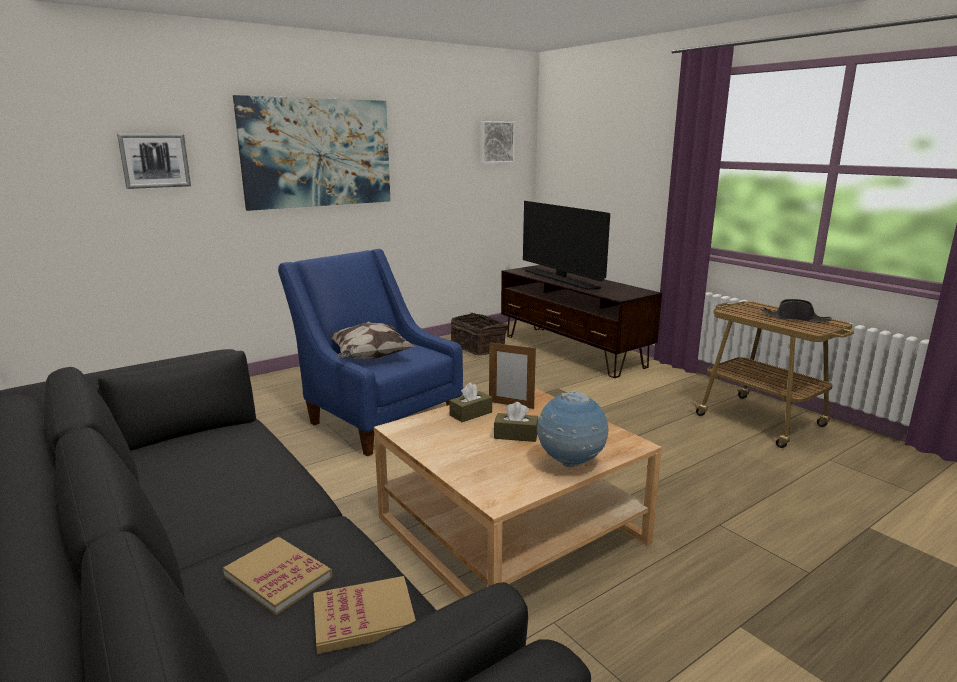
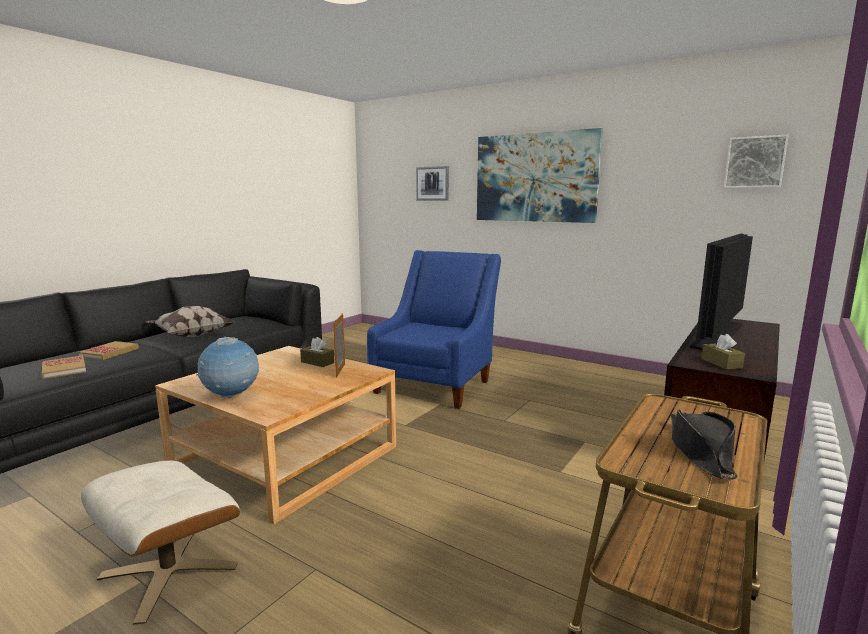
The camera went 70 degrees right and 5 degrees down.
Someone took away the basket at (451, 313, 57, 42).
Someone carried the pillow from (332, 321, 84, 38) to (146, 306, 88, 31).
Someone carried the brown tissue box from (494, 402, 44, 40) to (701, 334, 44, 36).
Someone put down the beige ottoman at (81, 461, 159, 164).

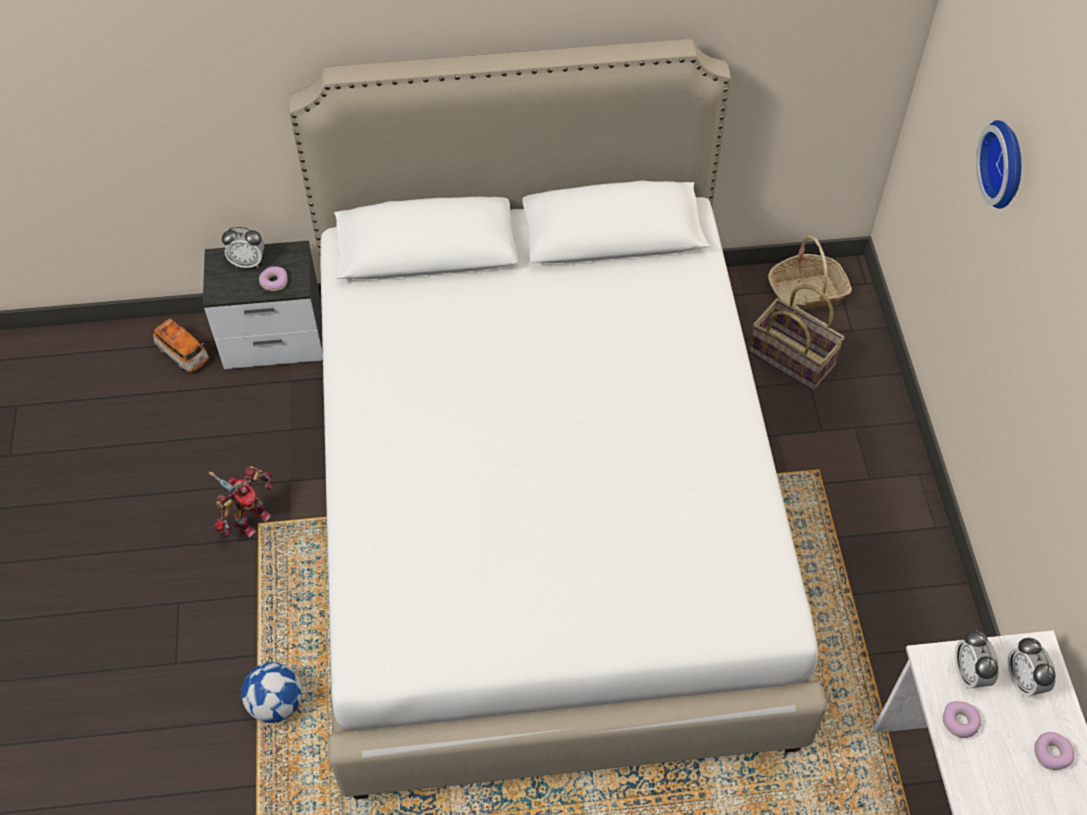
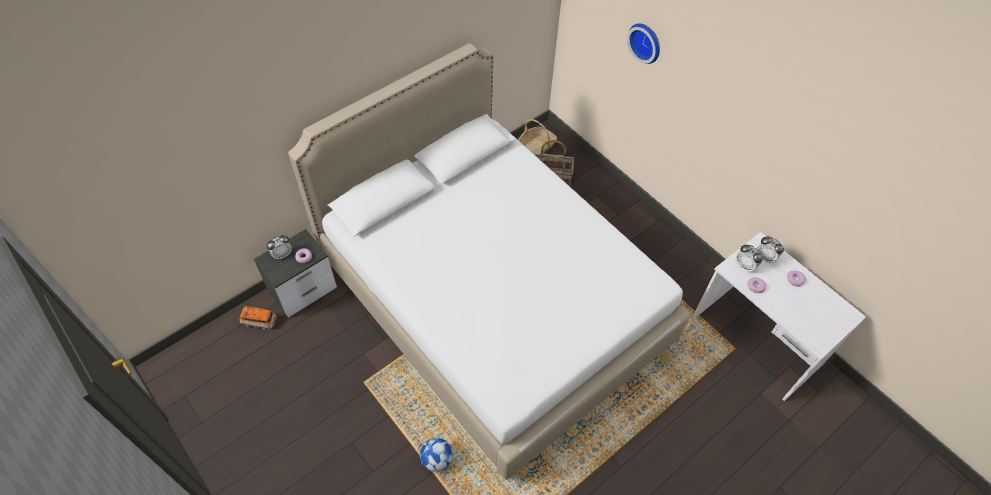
The camera went 35 degrees left and 0 degrees up.
Someone took away the toy robot at (208, 466, 65, 73).

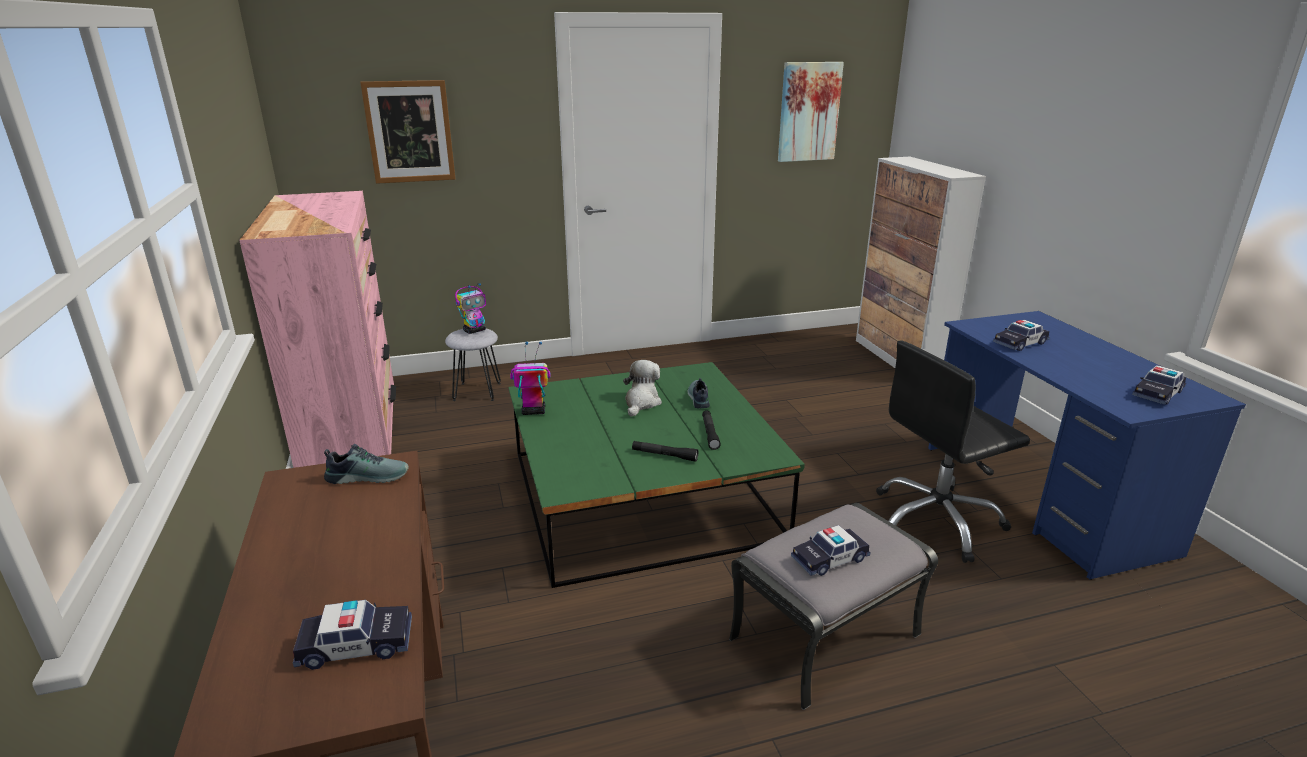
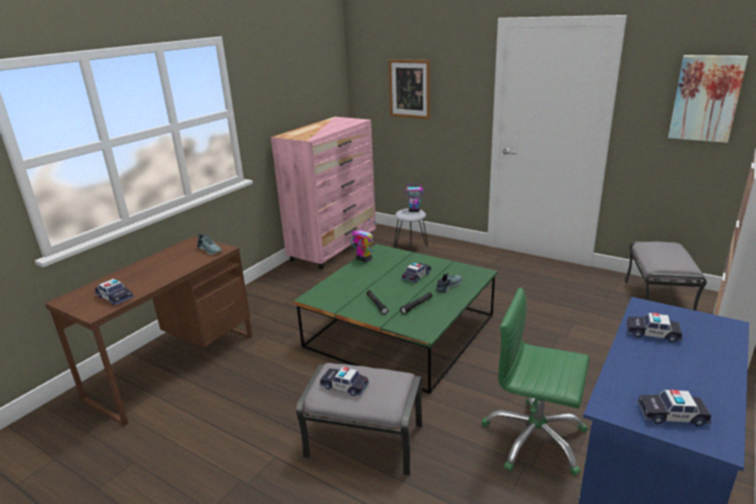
The camera went 50 degrees right and 0 degrees up.
Someone repainted the black office chair at (876, 341, 154, 222), which became the green office chair at (481, 287, 108, 189).
Someone swapped the plush toy at (623, 360, 39, 57) for the toy car at (401, 263, 31, 20).
Someone put down the grey ottoman at (625, 241, 82, 70).

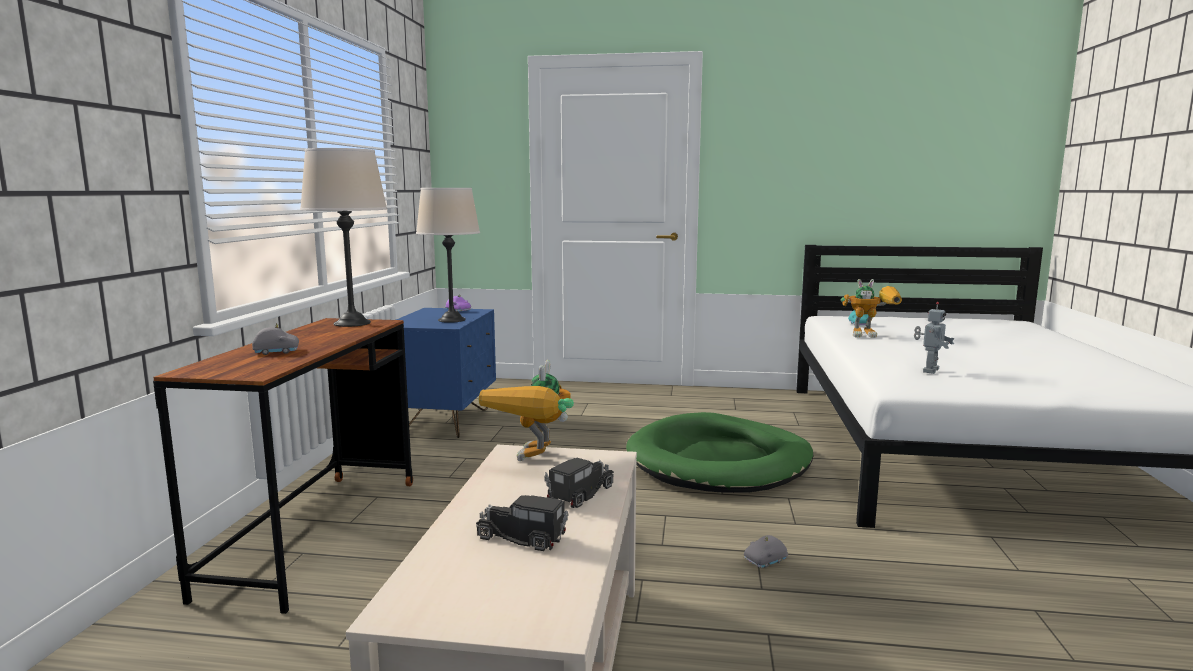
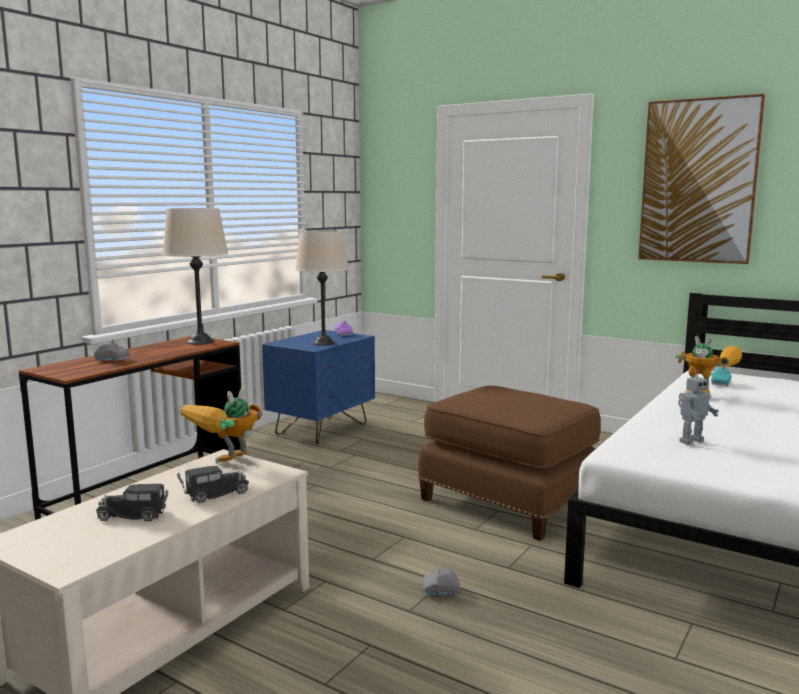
The camera went 25 degrees right and 0 degrees up.
Someone swapped the green dog bed at (626, 412, 187, 81) for the brown ottoman at (418, 386, 183, 155).
Someone rotated the toy truck at (476, 495, 93, 56) by 45 degrees counterclockwise.
Someone put up the picture at (638, 94, 127, 170).

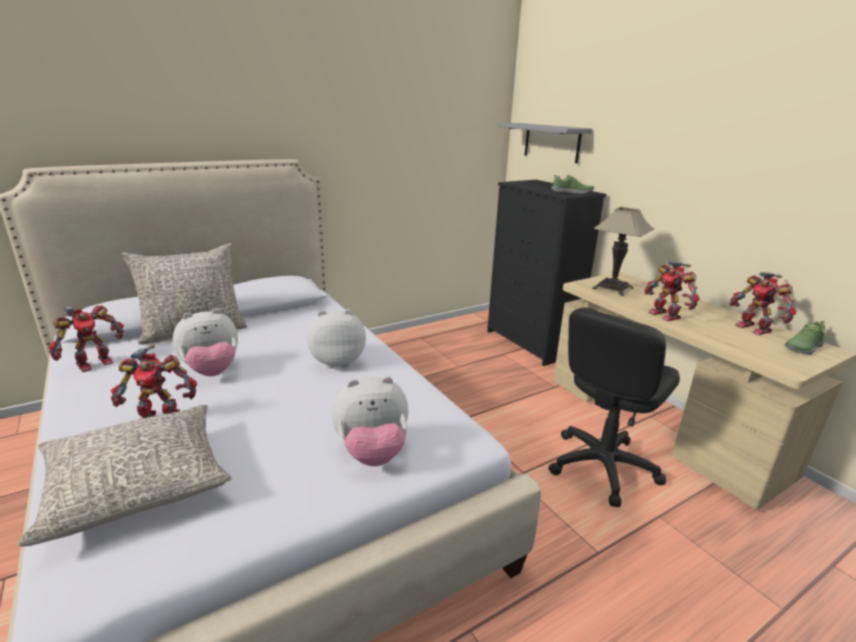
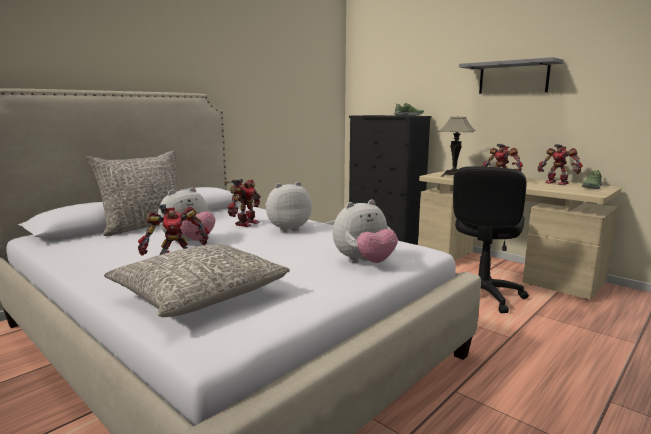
The camera went 15 degrees left and 10 degrees down.
Someone carried the grey shelf from (497, 123, 95, 40) to (459, 57, 105, 37).
Someone carried the toy robot from (48, 305, 76, 67) to (224, 179, 37, 48).

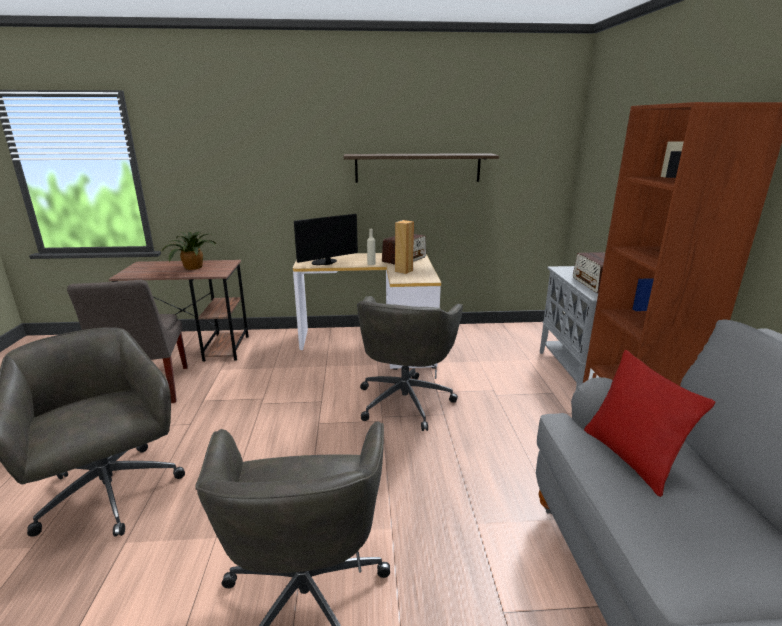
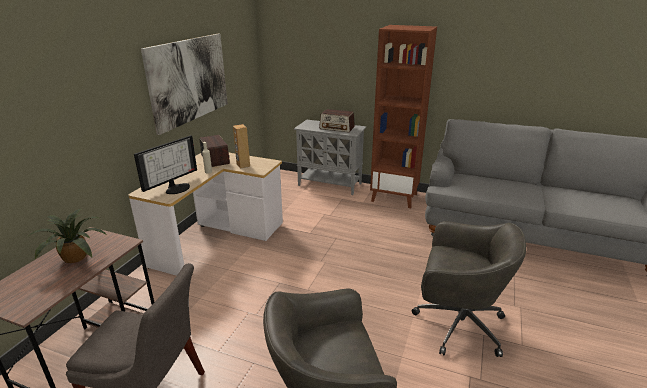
The camera went 65 degrees left and 5 degrees up.
Someone swapped the shelf at (344, 153, 155, 30) for the picture at (141, 34, 87, 101).
Someone rotated the monitor at (294, 214, 64, 51) by 135 degrees counterclockwise.
Someone took away the grey office chair at (357, 296, 106, 135).
Someone took away the red pillow at (584, 350, 131, 147).

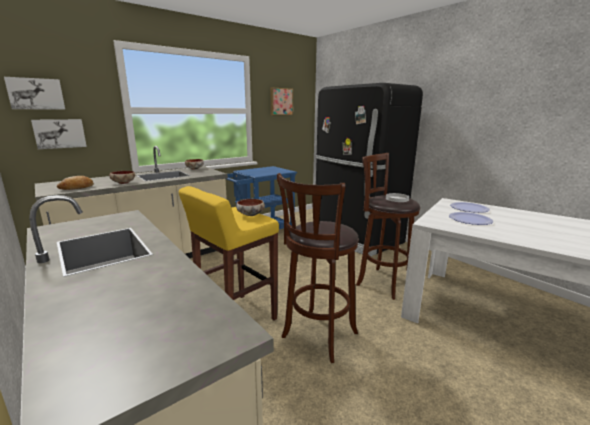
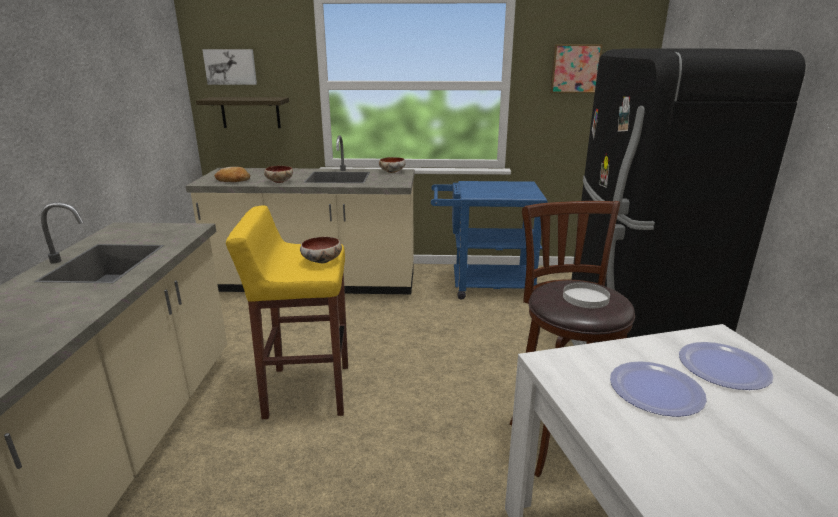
The camera went 40 degrees right and 5 degrees up.
Someone swapped the picture at (31, 119, 56, 30) for the shelf at (196, 97, 93, 31).
Someone took away the brown stool at (277, 173, 82, 190).

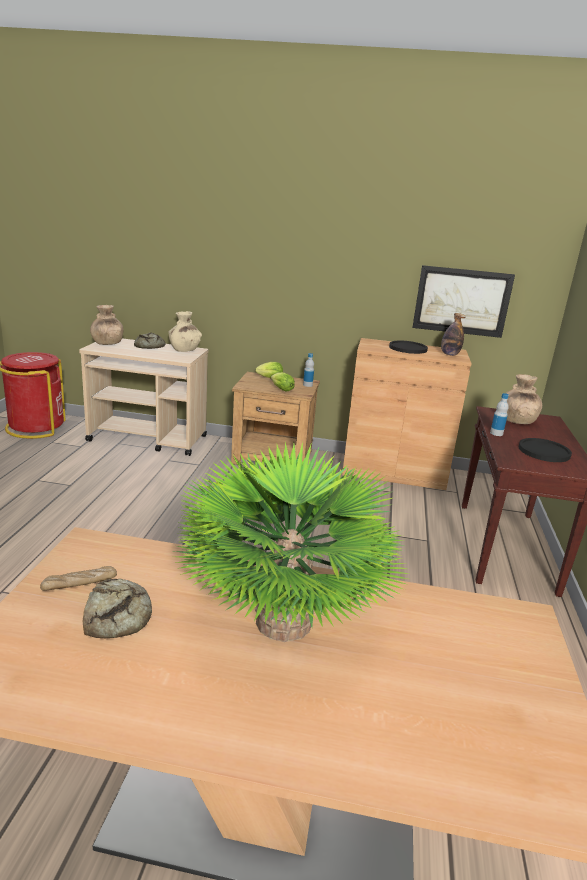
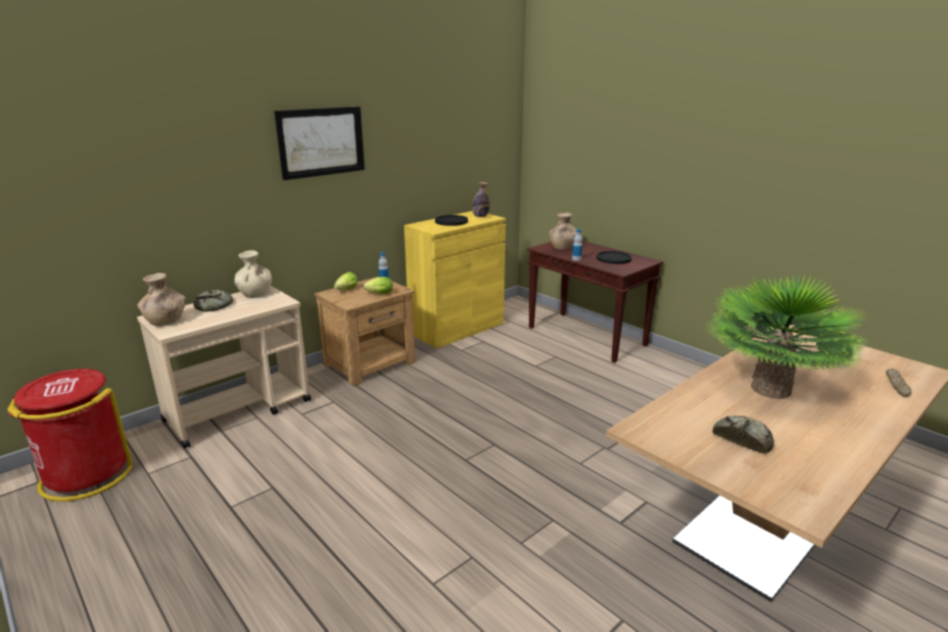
The camera went 50 degrees left and 0 degrees up.
Someone carried the picture from (412, 265, 103, 73) to (274, 106, 91, 74).
Someone repainted the brown cabinet at (342, 338, 130, 152), which became the yellow cabinet at (404, 211, 102, 137).
Someone carried the bread from (40, 566, 77, 25) to (886, 368, 26, 29).

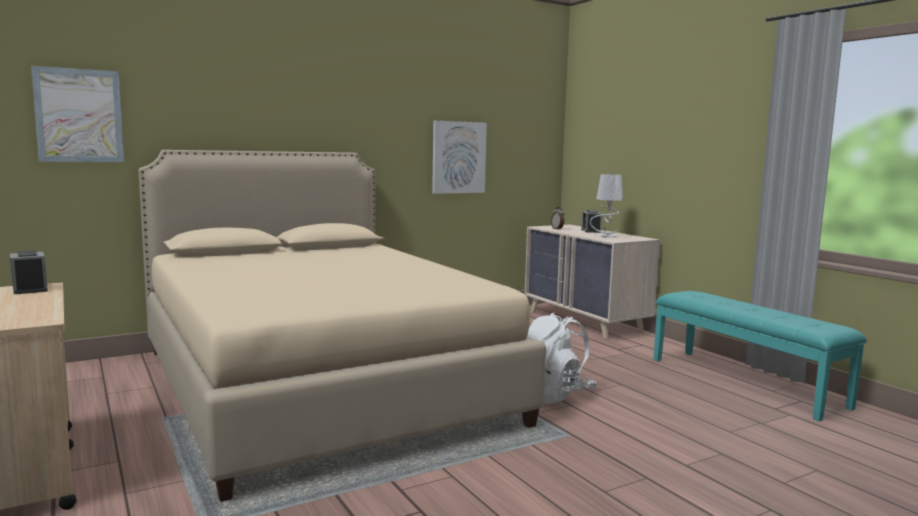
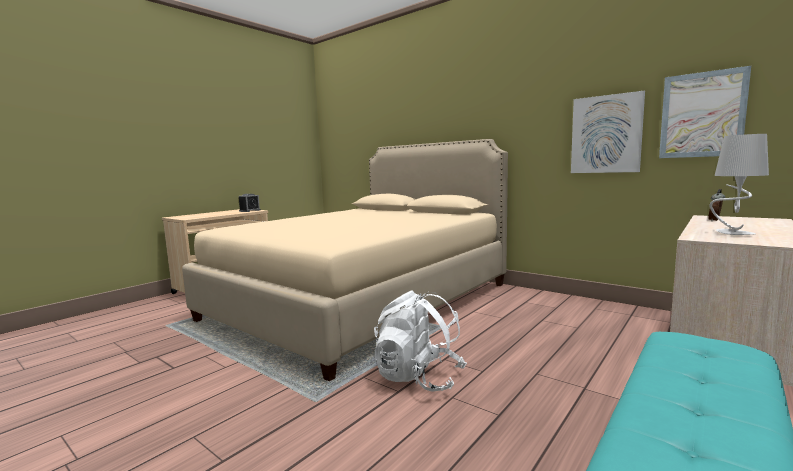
The camera went 70 degrees right and 0 degrees up.
Someone carried the picture from (31, 66, 93, 96) to (659, 66, 92, 92).
Someone took away the alarm clock at (581, 210, 21, 23).

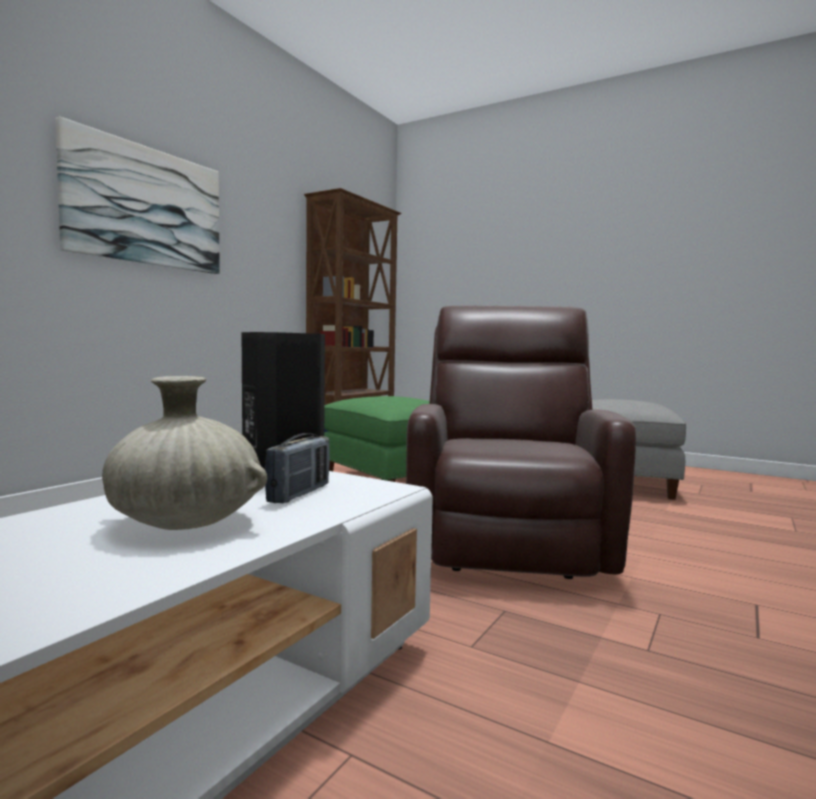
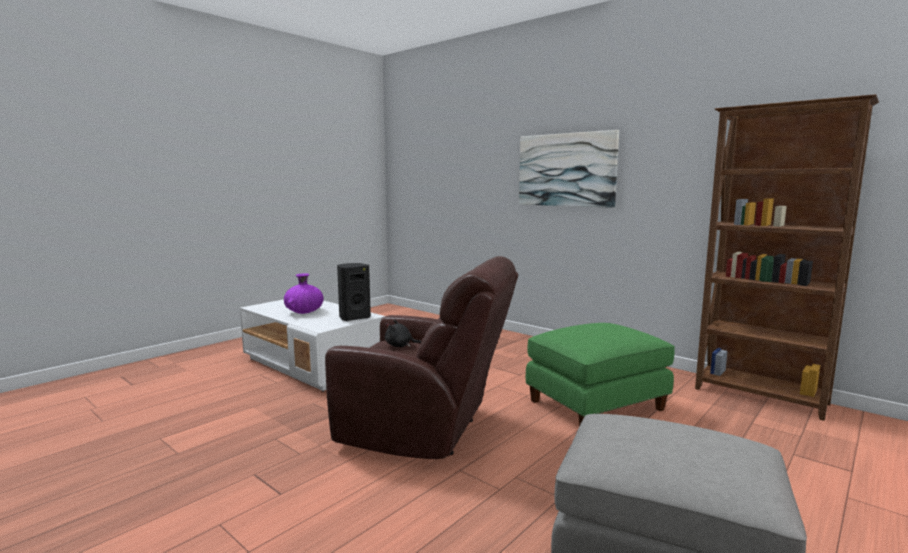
The camera went 100 degrees right and 5 degrees up.
Someone repainted the beige vase at (102, 376, 166, 154), which became the purple vase at (284, 273, 39, 41).
Someone took away the radio at (265, 433, 65, 70).
Someone put down the black plush toy at (385, 320, 36, 27).

